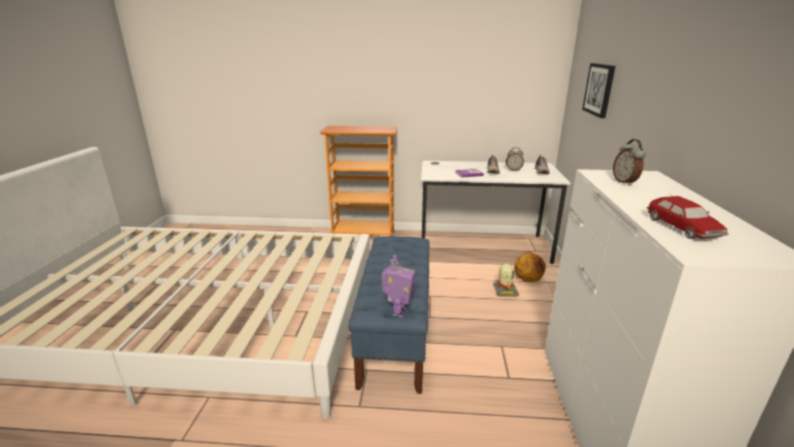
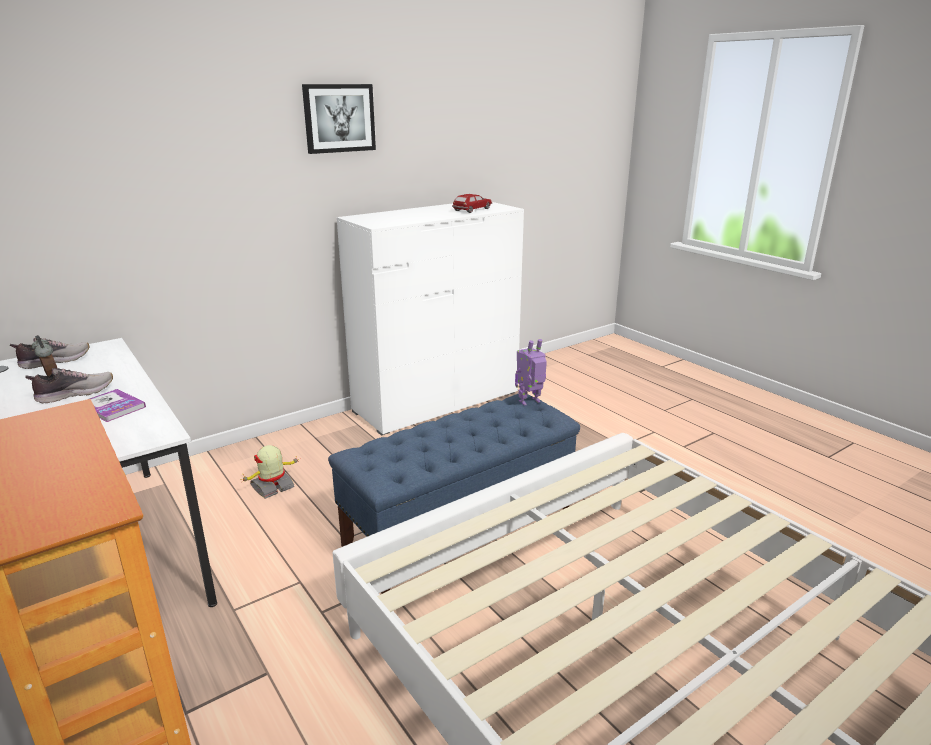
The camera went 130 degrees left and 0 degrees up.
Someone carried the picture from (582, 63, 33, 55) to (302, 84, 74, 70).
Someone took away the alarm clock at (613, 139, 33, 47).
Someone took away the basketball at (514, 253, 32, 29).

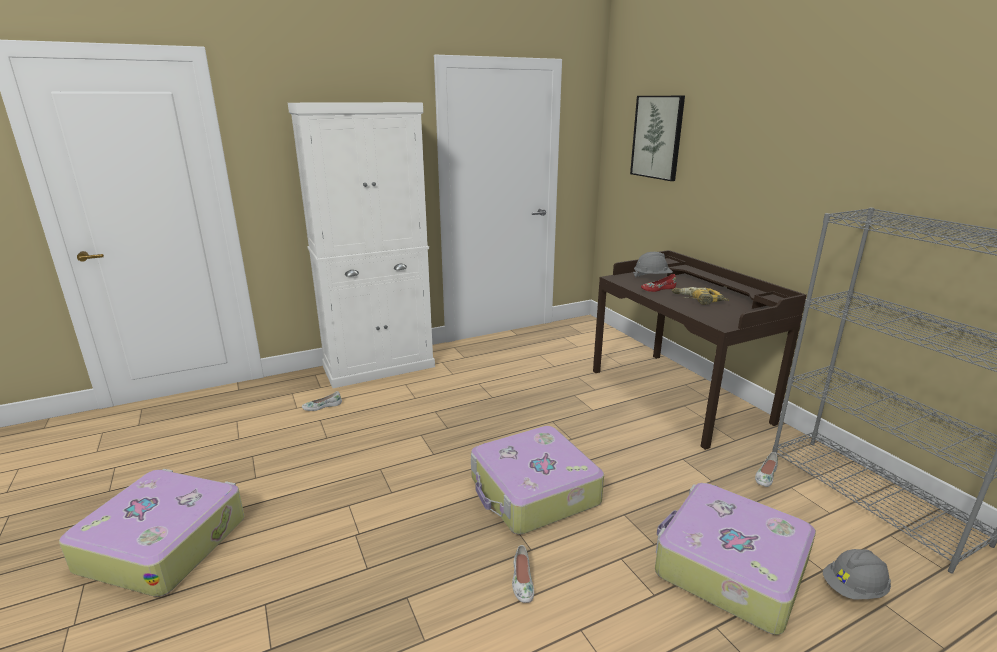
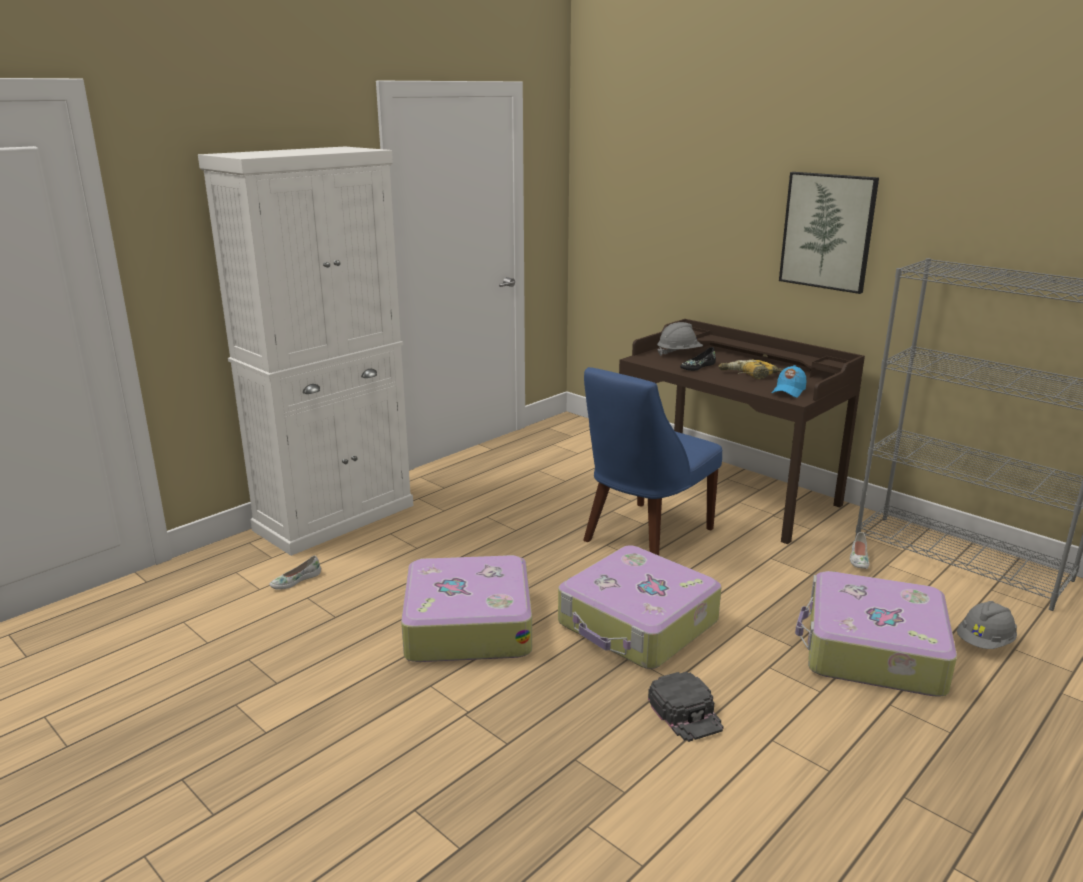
The camera went 20 degrees left and 0 degrees up.
Someone carried the picture from (630, 96, 55, 85) to (779, 172, 100, 122).
Someone repainted the red shoe at (641, 274, 35, 18), which became the black shoe at (680, 347, 36, 24).
Someone carried the suitcase from (59, 469, 185, 128) to (401, 555, 131, 107).
Someone swapped the white shoe at (512, 545, 22, 58) for the black cap at (648, 672, 76, 70).
Someone put down the blue cap at (772, 365, 34, 33).
Someone put down the blue chair at (583, 367, 139, 188).

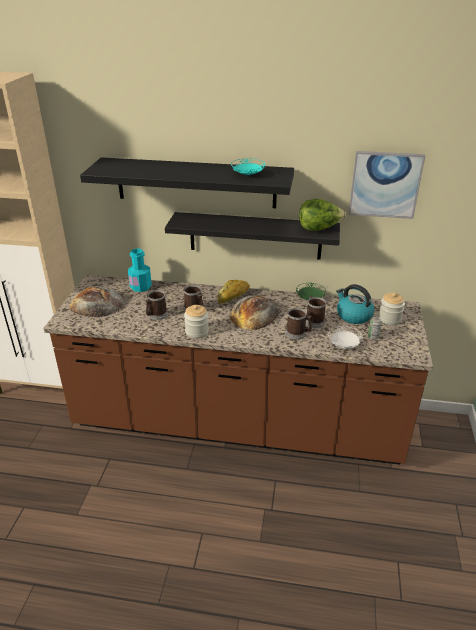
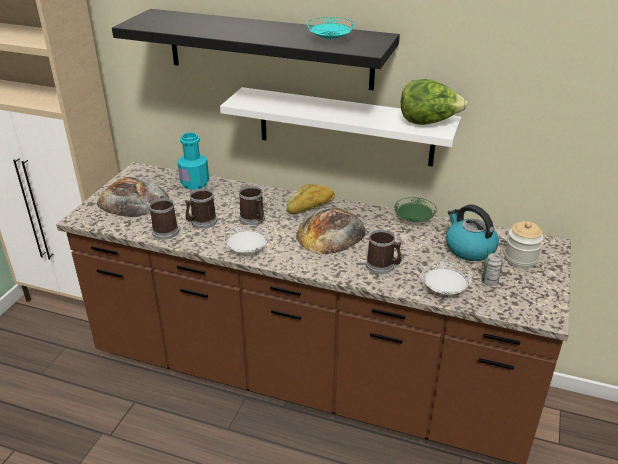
The camera went 10 degrees right and 0 degrees up.
Someone took away the picture at (349, 151, 76, 68).
Someone repainted the black shelf at (165, 212, 175, 48), which became the white shelf at (220, 87, 241, 79).
Someone carried the mug from (306, 295, 20, 33) to (149, 196, 30, 44).
Someone swapped the jar at (184, 305, 25, 33) for the white plate at (224, 225, 45, 28).

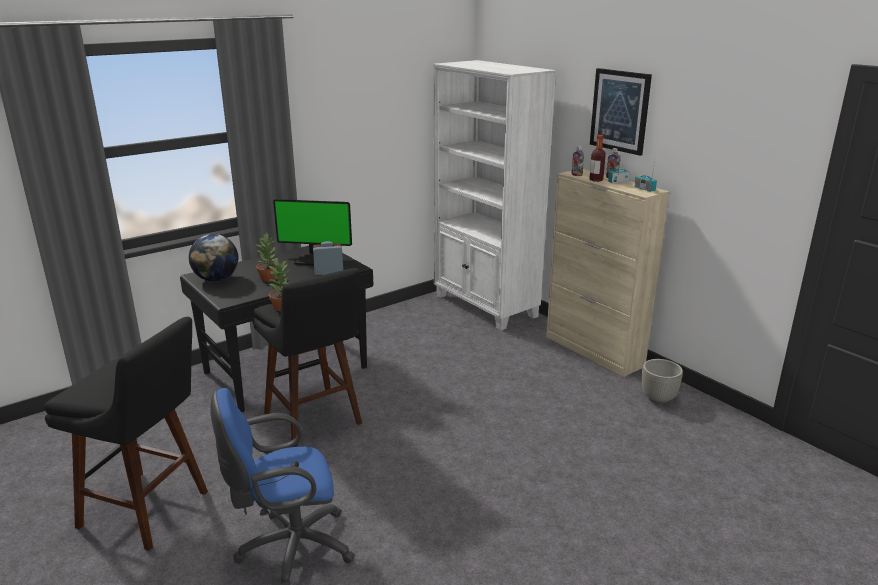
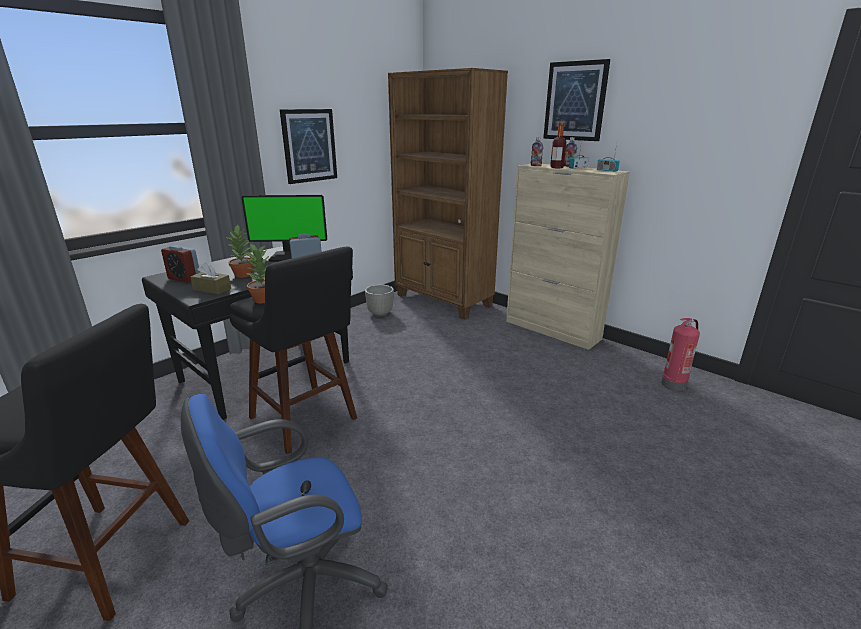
The camera went 10 degrees left and 0 degrees up.
Someone repainted the white bookcase at (433, 60, 123, 270), which became the brown bookcase at (388, 68, 120, 251).
Someone swapped the globe at (189, 234, 49, 48) for the alarm clock at (161, 245, 39, 38).
Someone carried the grey planter from (642, 359, 41, 45) to (365, 285, 29, 32).
Someone put up the picture at (280, 109, 57, 75).
Someone put down the brown tissue box at (190, 263, 41, 31).
Someone put down the fire extinguisher at (661, 318, 39, 73).

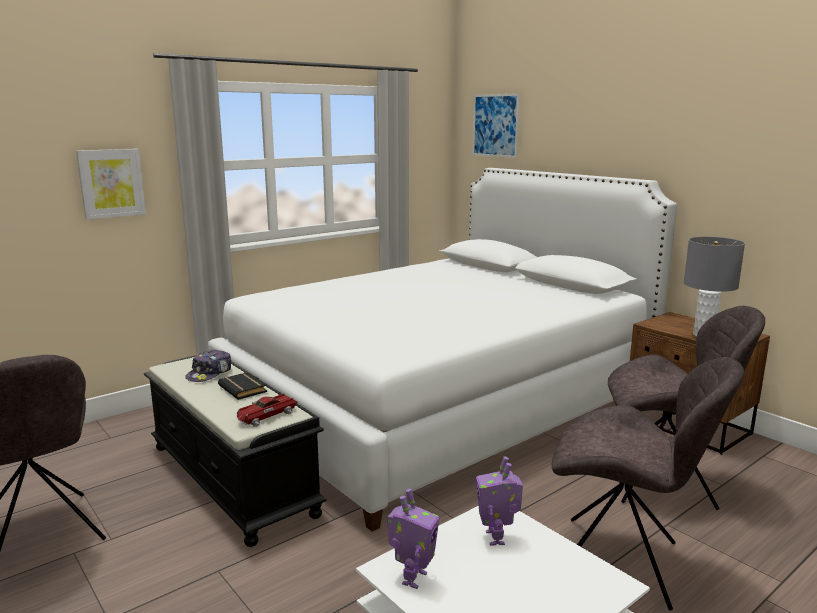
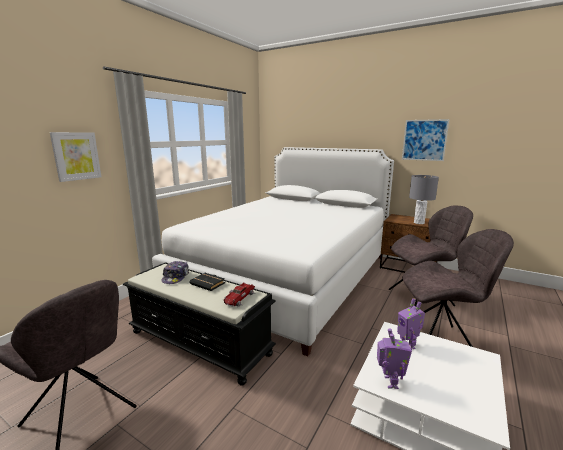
The camera went 20 degrees left and 0 degrees up.
Someone carried the picture from (473, 93, 47, 65) to (402, 119, 47, 42).

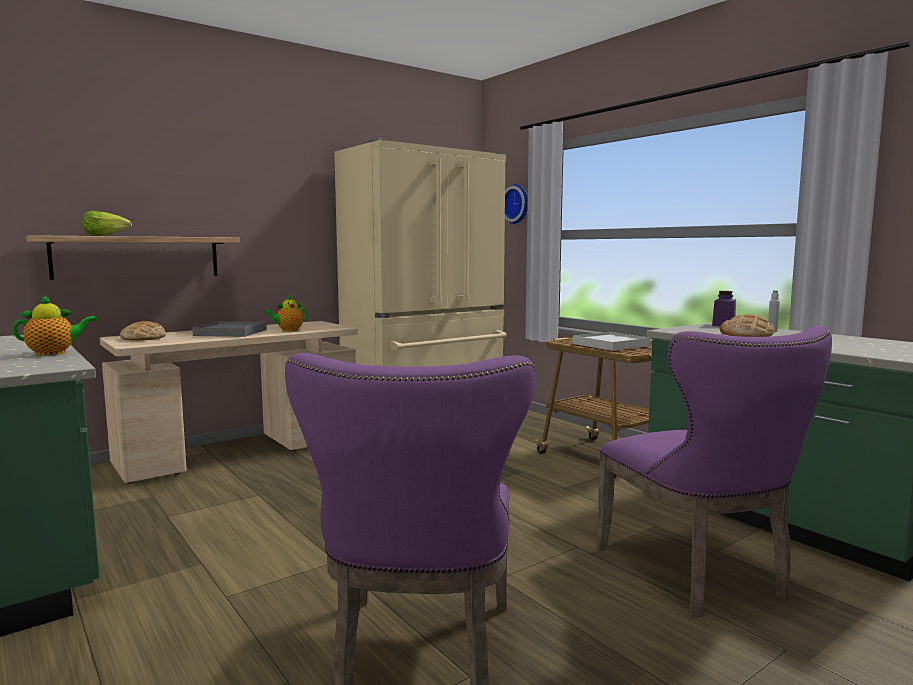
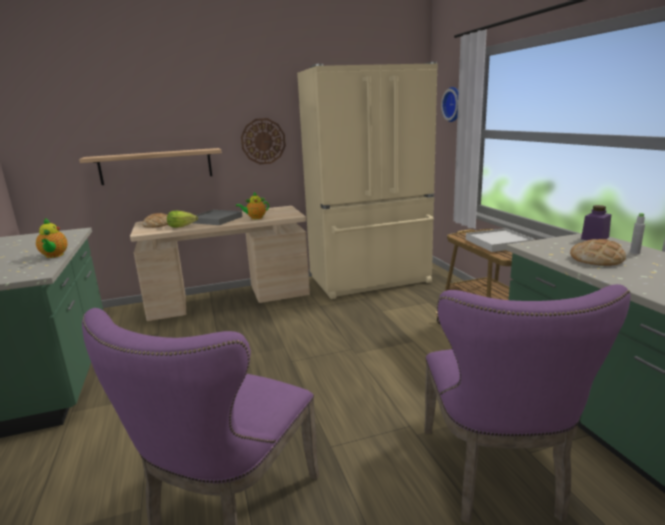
The camera went 20 degrees right and 10 degrees up.
Someone carried the lettuce from (82, 211, 50, 25) to (167, 211, 31, 17).
Someone rotated the teapot at (13, 295, 85, 61) by 75 degrees clockwise.
Someone put up the wall clock at (241, 118, 45, 46).

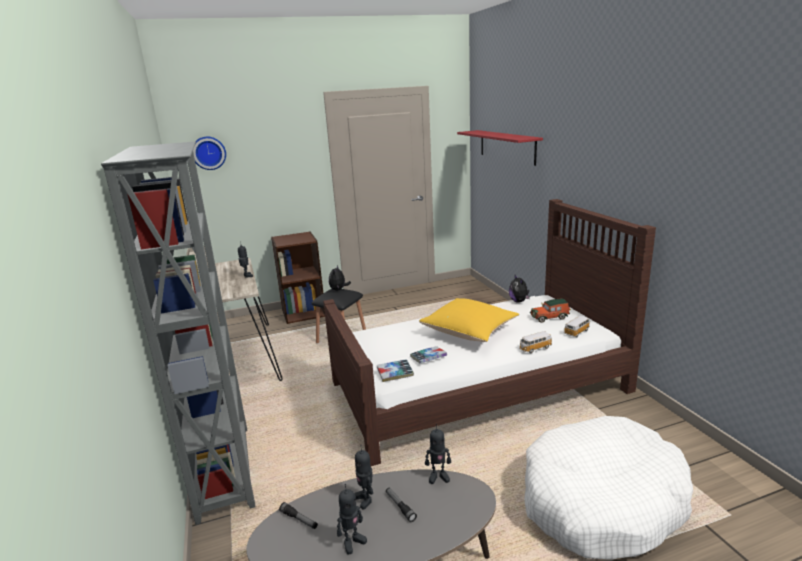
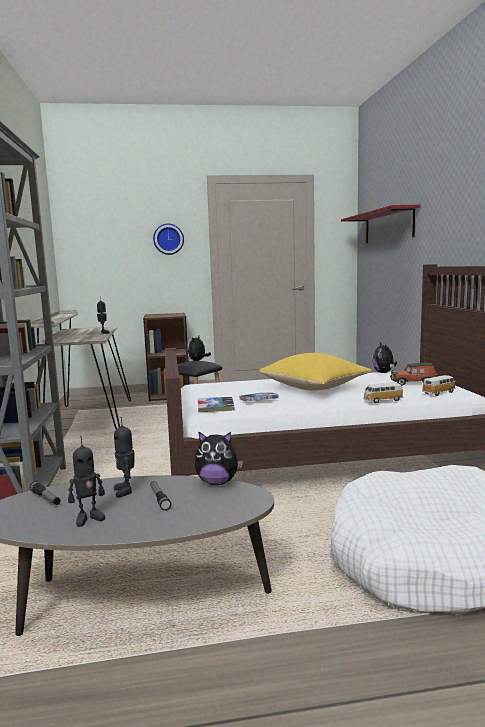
The camera went 10 degrees right and 10 degrees down.
Someone carried the wall clock from (193, 137, 33, 33) to (153, 223, 31, 32).
Someone swapped the toy robot at (425, 423, 26, 61) for the plush toy at (195, 431, 48, 54).

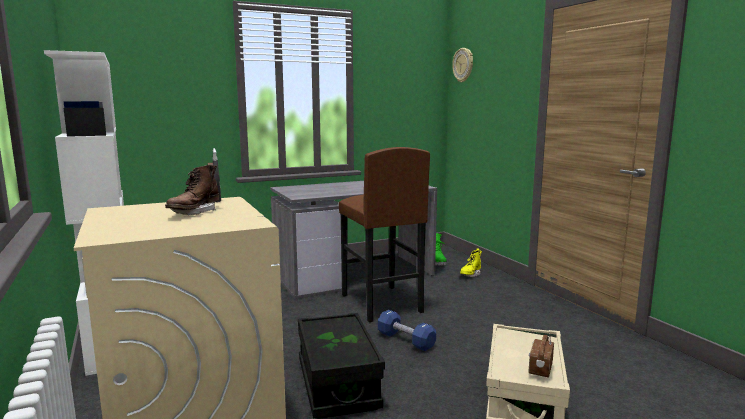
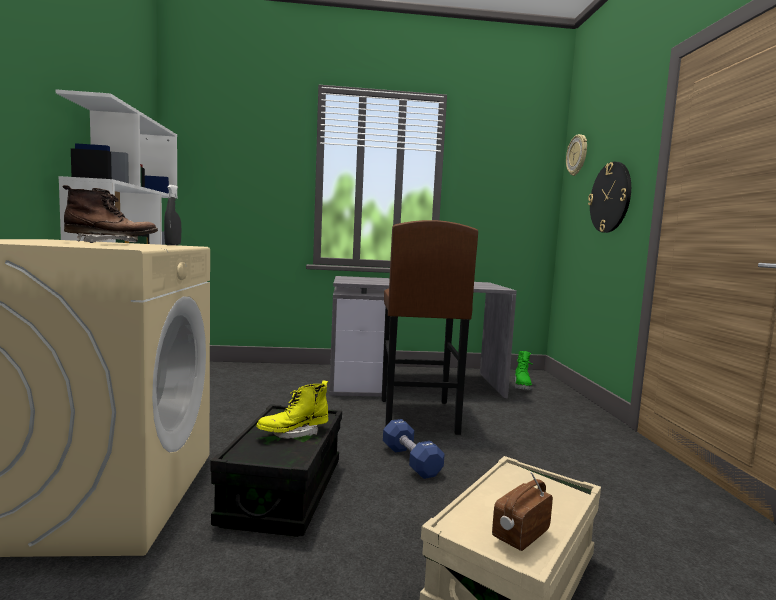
The camera went 20 degrees right and 5 degrees down.
Someone rotated the brown boot at (165, 163, 54, 52) by 150 degrees counterclockwise.
Someone carried the yellow boot from (460, 248, 22, 29) to (256, 380, 72, 59).
Someone put up the wall clock at (588, 162, 43, 71).

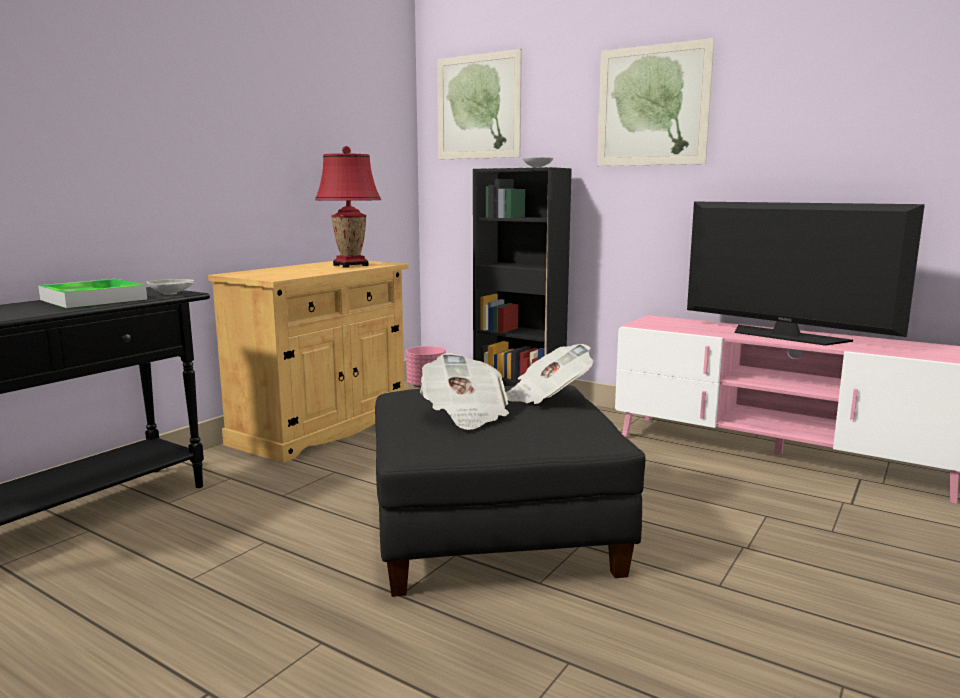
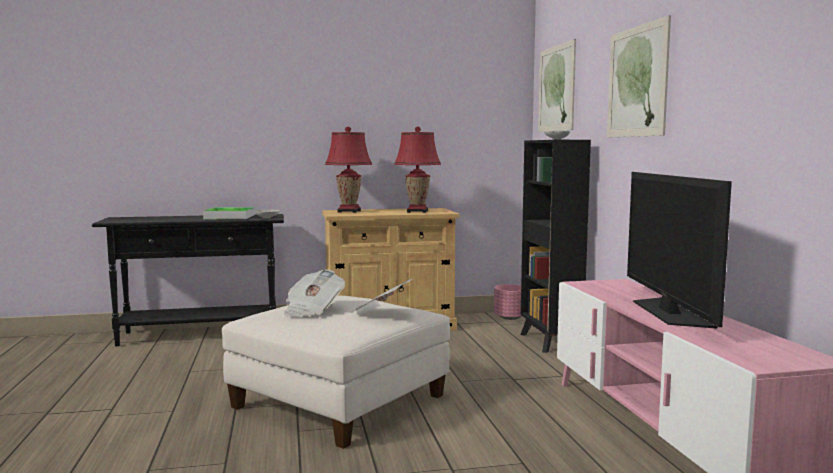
The camera went 45 degrees right and 5 degrees down.
Someone repainted the black ottoman at (375, 385, 271, 212), which became the white ottoman at (222, 296, 228, 153).
Someone put down the red table lamp at (325, 127, 47, 86).

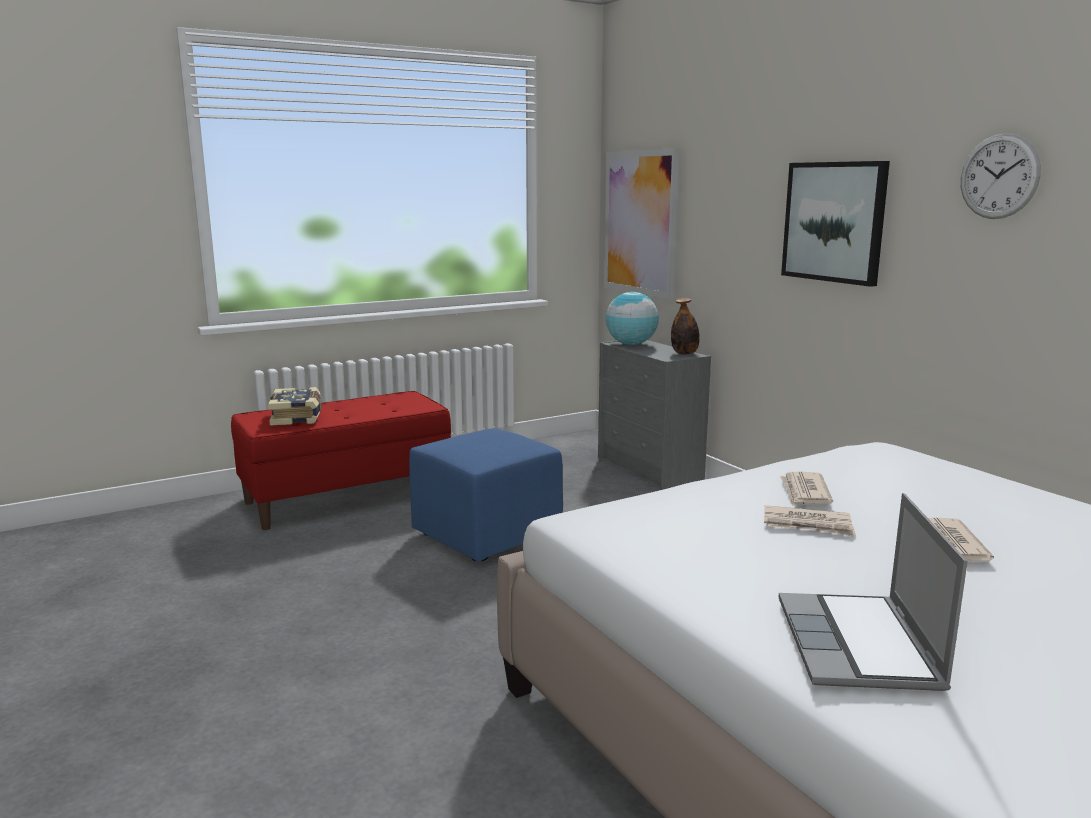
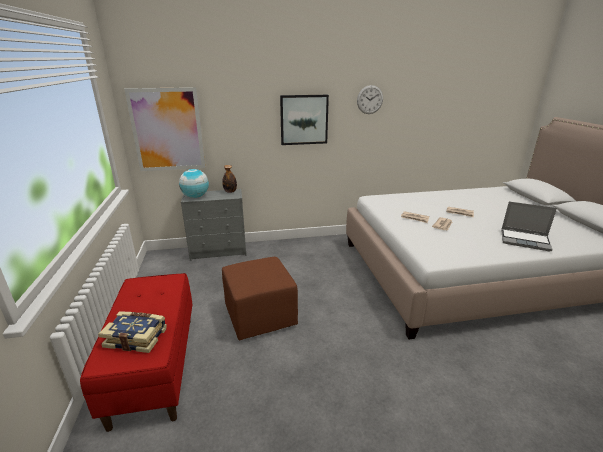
The camera went 70 degrees left and 10 degrees up.
Someone repainted the blue ottoman at (409, 428, 154, 134), which became the brown ottoman at (222, 257, 76, 83).

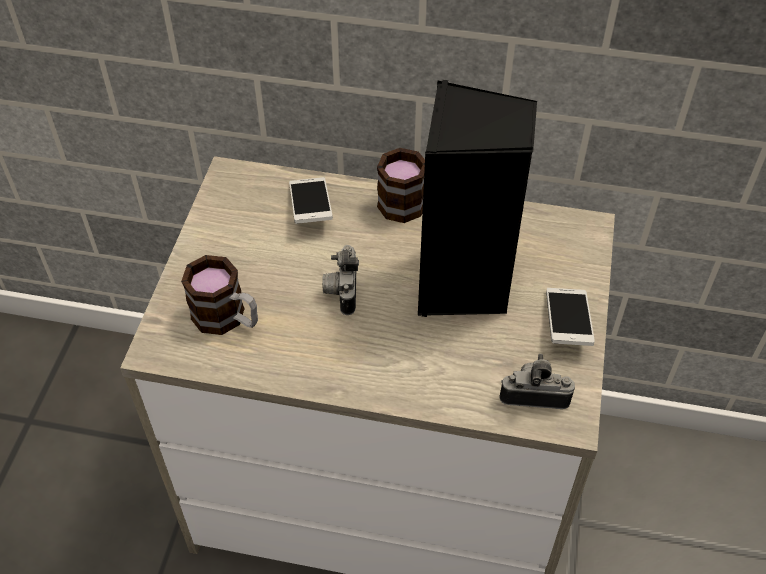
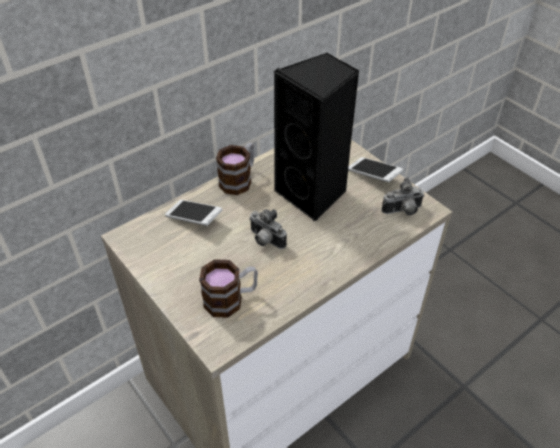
The camera went 50 degrees left and 5 degrees down.
Someone rotated the photo camera at (499, 354, 76, 55) by 150 degrees counterclockwise.

